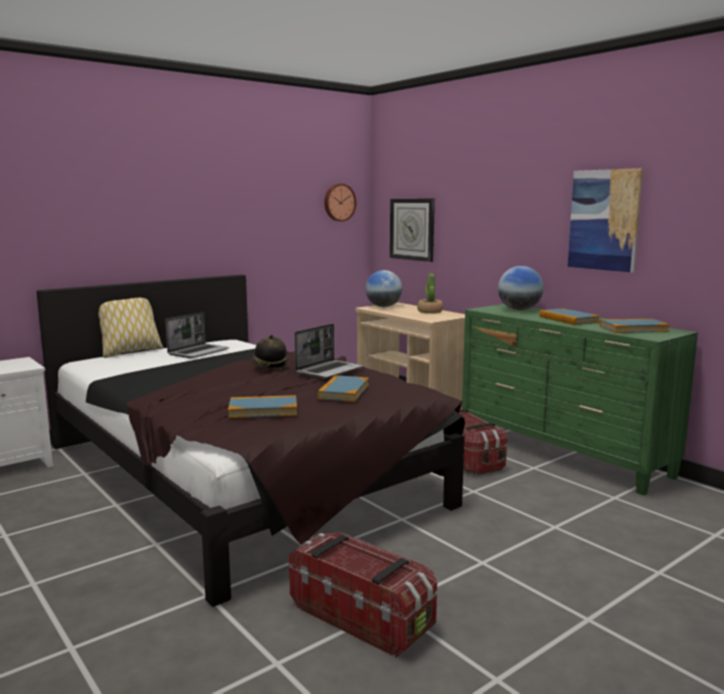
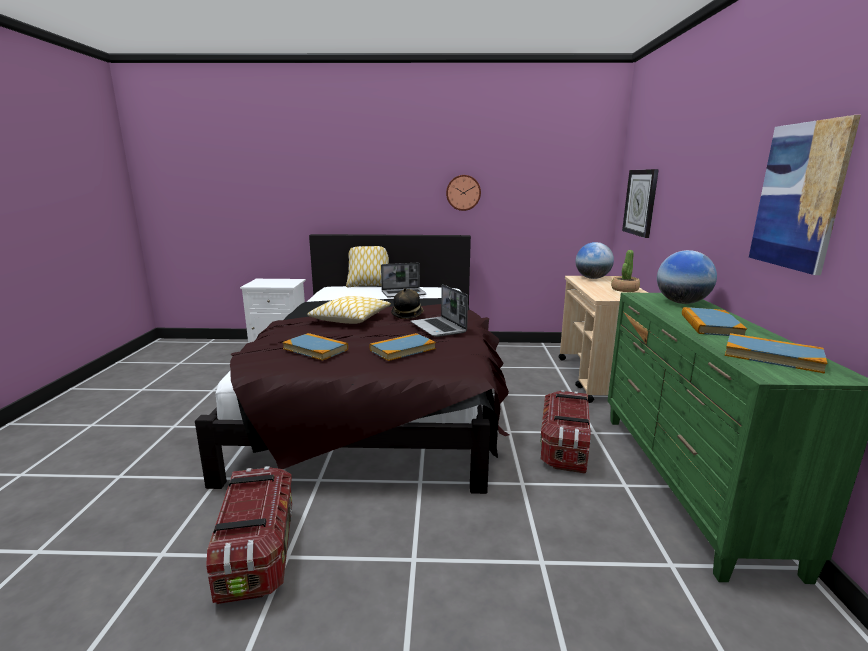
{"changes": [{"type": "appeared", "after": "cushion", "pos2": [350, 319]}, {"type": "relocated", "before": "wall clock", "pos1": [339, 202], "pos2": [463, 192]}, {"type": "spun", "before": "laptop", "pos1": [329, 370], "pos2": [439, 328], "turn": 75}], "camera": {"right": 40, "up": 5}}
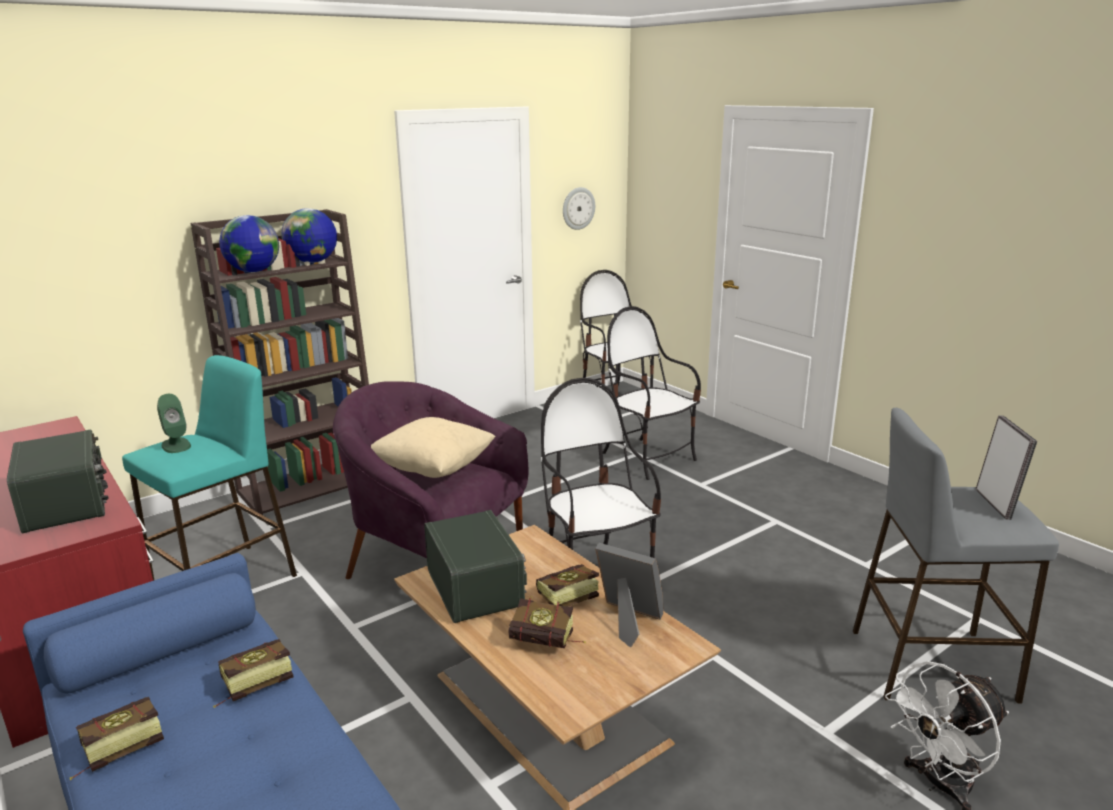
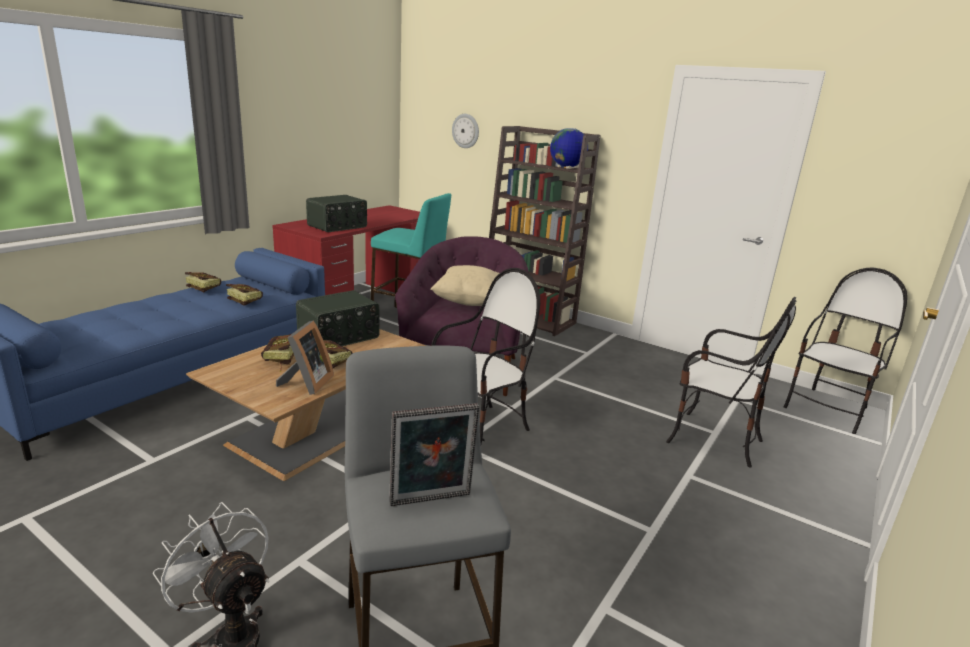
{"changes": [{"type": "missing", "before": "green loudspeaker", "pos1": [176, 445]}, {"type": "missing", "before": "world globe", "pos1": [253, 271]}, {"type": "relocated", "before": "wall clock", "pos1": [578, 208], "pos2": [466, 131]}, {"type": "spun", "before": "upright chair", "pos1": [648, 458], "pos2": [713, 439], "turn": 90}], "camera": {"right": 70, "up": 0}}
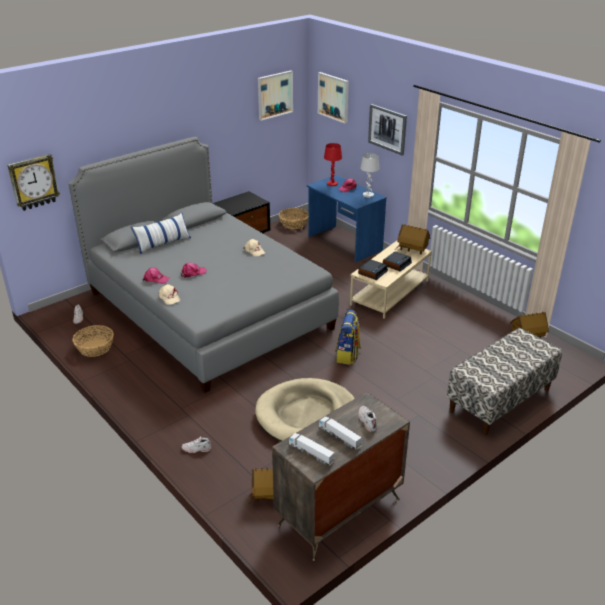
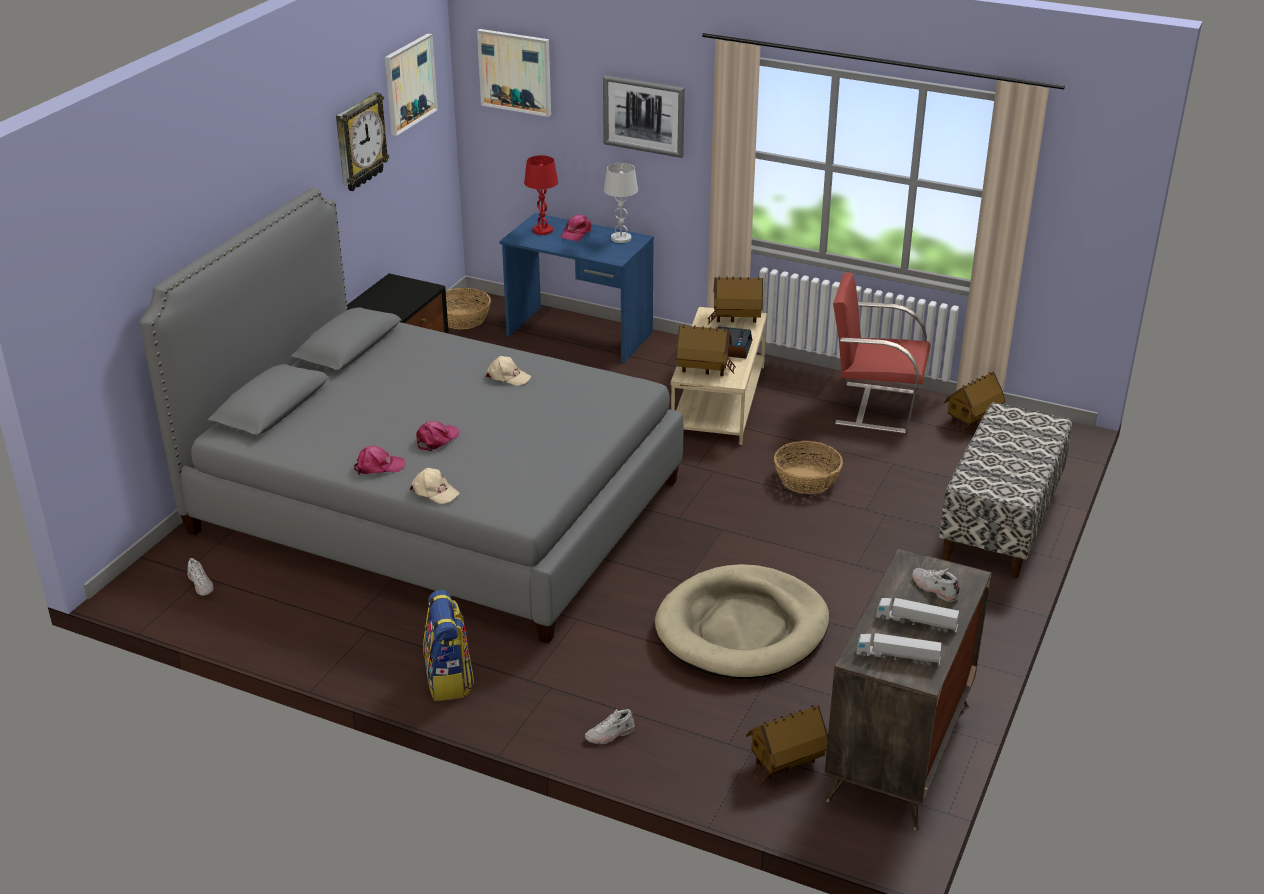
{"changes": [{"type": "missing", "before": "cushion", "pos1": [163, 243]}, {"type": "appeared", "after": "reddish upright chair", "pos2": [874, 407]}, {"type": "relocated", "before": "wall clock", "pos1": [33, 182], "pos2": [359, 142]}, {"type": "relocated", "before": "basket", "pos1": [95, 348], "pos2": [807, 479]}, {"type": "relocated", "before": "knapsack", "pos1": [347, 355], "pos2": [449, 680]}, {"type": "exchanged", "before": "bedside clock", "after": "toy house", "pos1": [372, 272], "pos2": [704, 370]}], "camera": {"right": -25, "up": 0}}
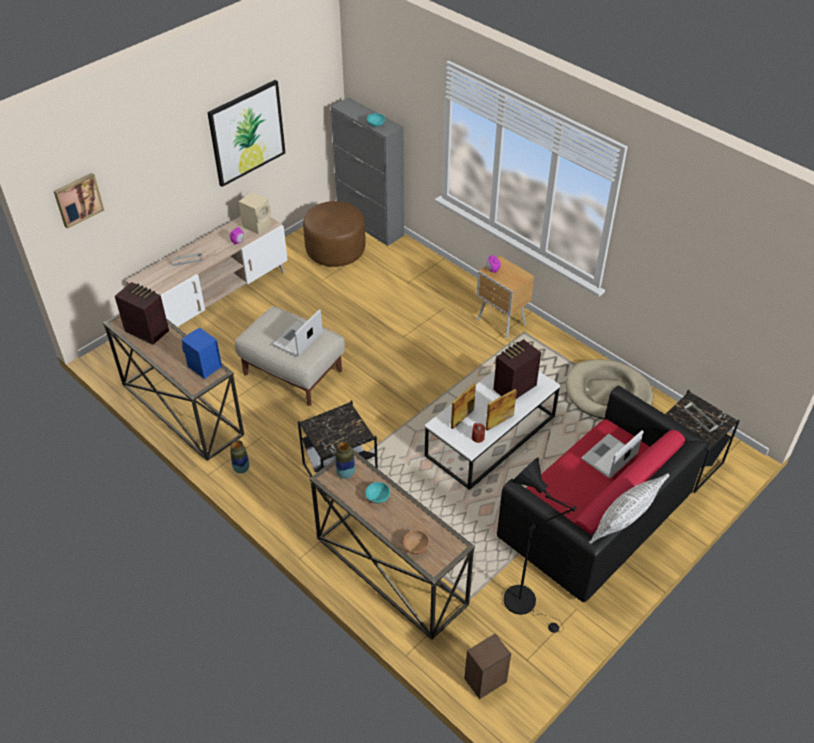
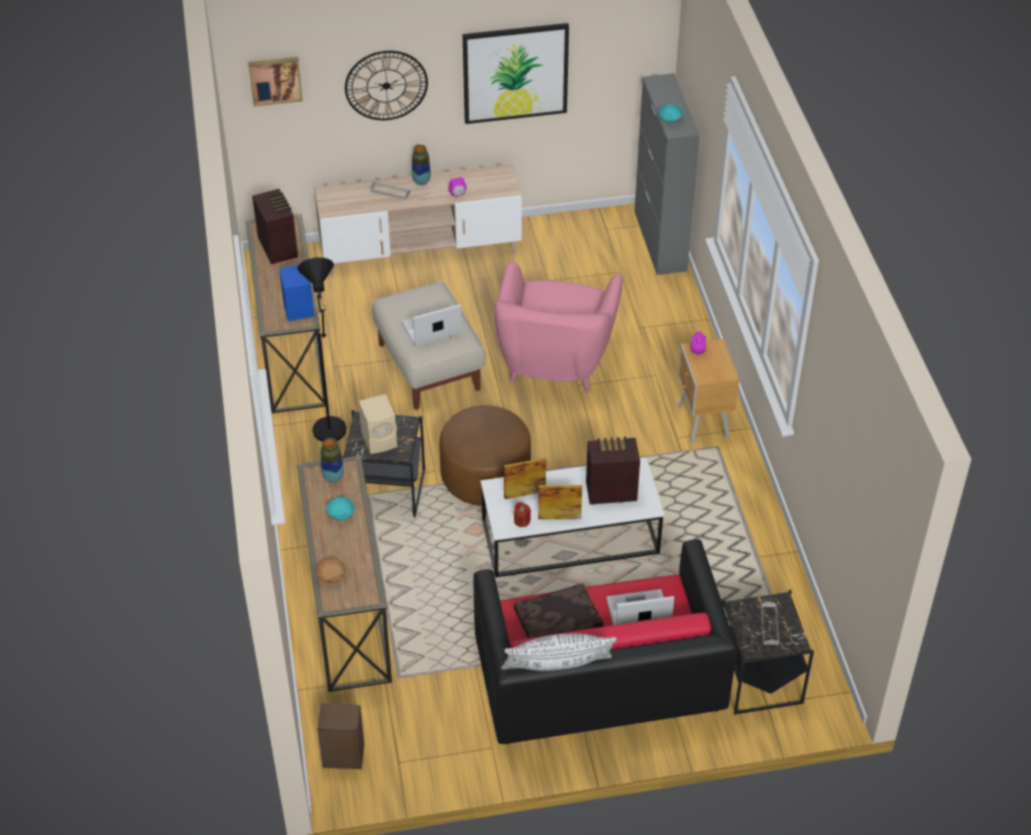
{"changes": [{"type": "missing", "before": "beige-coloured dog bed", "pos1": [607, 393]}, {"type": "appeared", "after": "wall clock", "pos2": [386, 85]}, {"type": "appeared", "after": "pinkish lounge chair", "pos2": [555, 363]}, {"type": "appeared", "after": "brownish cushion", "pos2": [558, 624]}, {"type": "relocated", "before": "flower vase", "pos1": [241, 469], "pos2": [421, 181]}, {"type": "relocated", "before": "beige-coloured loudspeaker", "pos1": [257, 225], "pos2": [380, 440]}, {"type": "relocated", "before": "brownish ottoman", "pos1": [335, 251], "pos2": [485, 477]}, {"type": "relocated", "before": "black-coloured standard lamp", "pos1": [525, 603], "pos2": [331, 435]}], "camera": {"right": 35, "up": 0}}
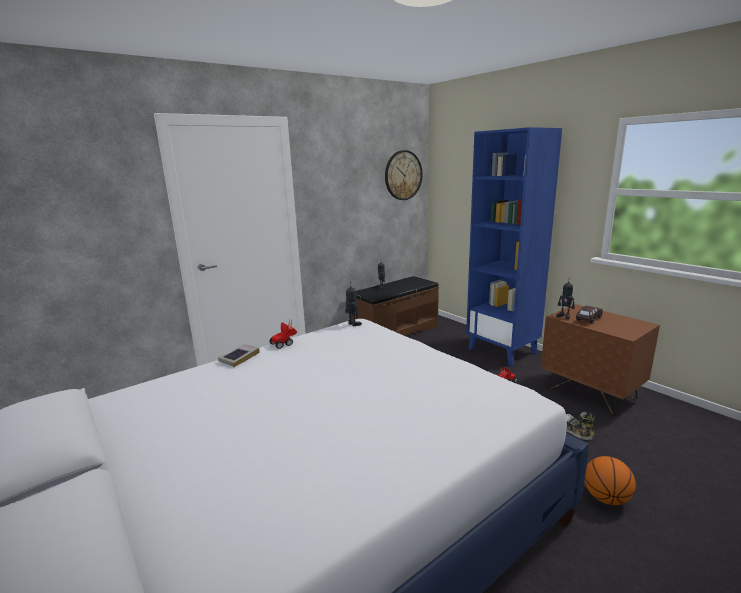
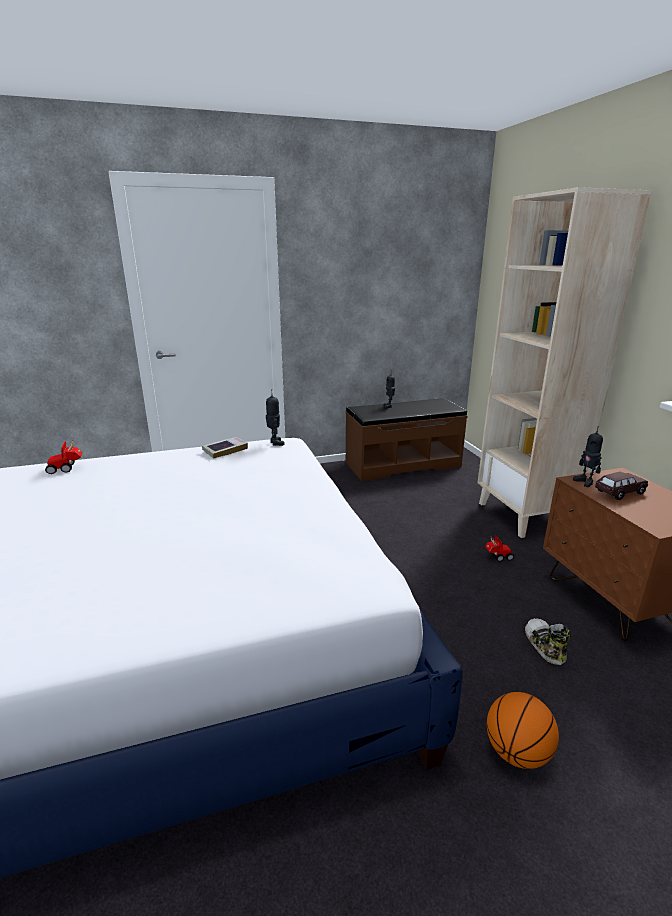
{"changes": [{"type": "missing", "before": "wall clock", "pos1": [403, 175]}, {"type": "relocated", "before": "bound book", "pos1": [239, 357], "pos2": [225, 450]}, {"type": "relocated", "before": "toy car", "pos1": [285, 343], "pos2": [66, 468]}, {"type": "colour", "before": "blue bookshelf", "after": "beige-coloured bookshelf", "pos1": [503, 351], "pos2": [524, 515]}], "camera": {"right": 20, "up": 5}}
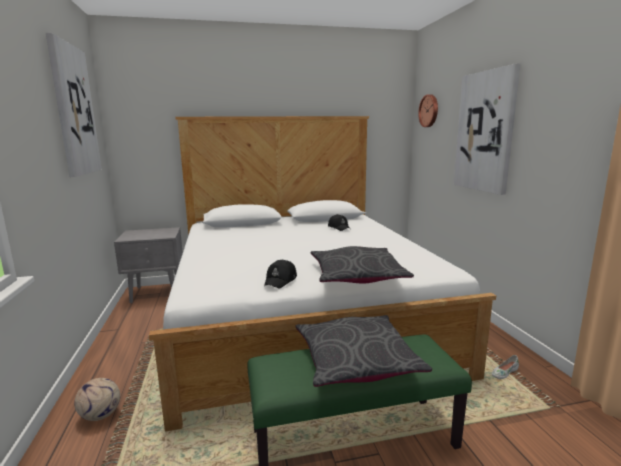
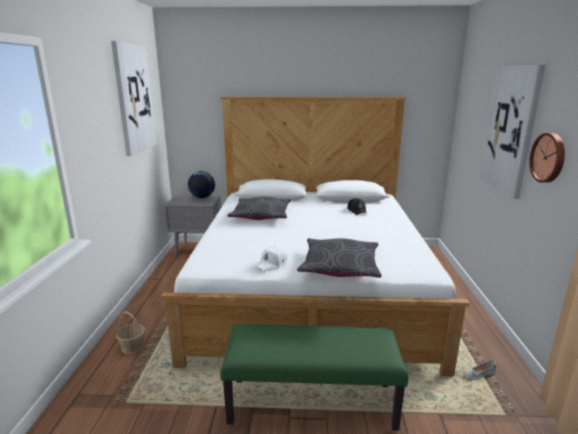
{"changes": [{"type": "appeared", "after": "world globe", "pos2": [202, 197]}, {"type": "relocated", "before": "gray cushion", "pos1": [356, 360], "pos2": [261, 215]}, {"type": "relocated", "before": "wall clock", "pos1": [429, 111], "pos2": [549, 158]}, {"type": "exchanged", "before": "football ball", "after": "basket", "pos1": [100, 415], "pos2": [133, 346]}, {"type": "colour", "before": "black-coloured baseball cap", "after": "whitish baseball cap", "pos1": [281, 280], "pos2": [272, 263]}], "camera": {"right": 15, "up": 5}}
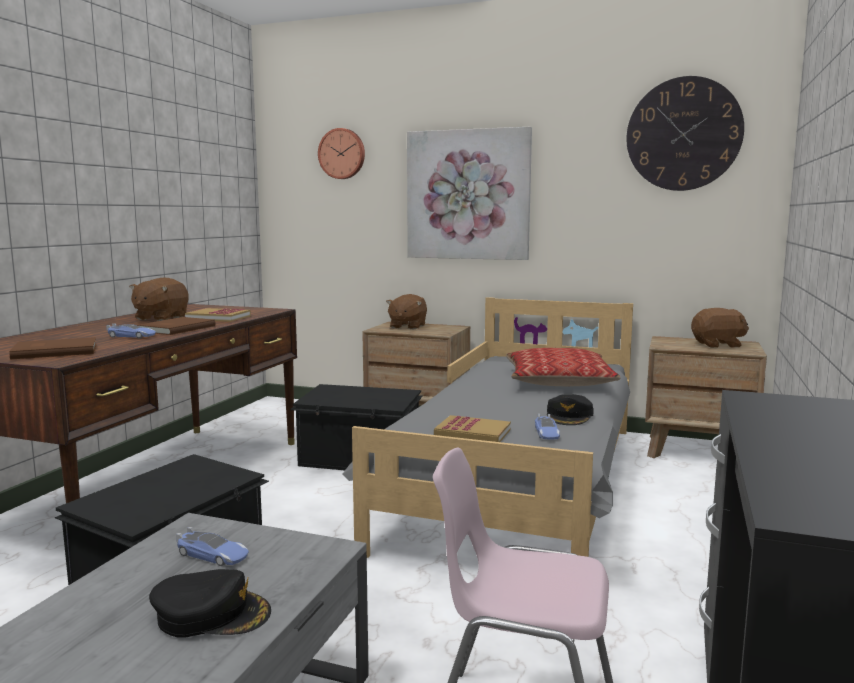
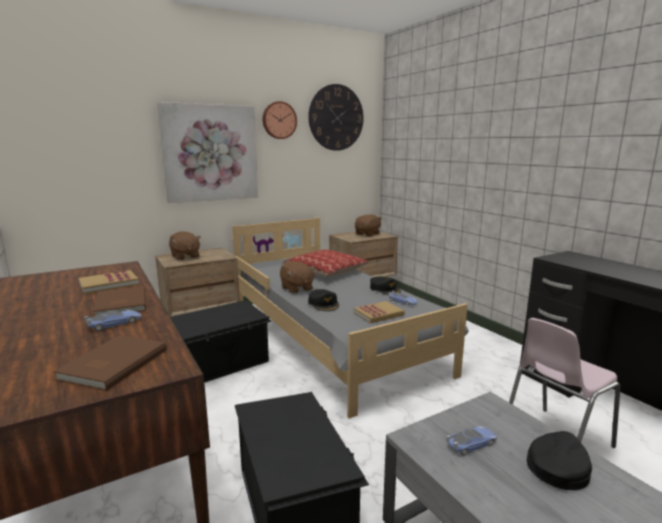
{"changes": [{"type": "appeared", "after": "black-coloured baseball cap", "pos2": [324, 304]}, {"type": "relocated", "before": "brownish soft toy", "pos1": [160, 318], "pos2": [296, 288]}, {"type": "relocated", "before": "wall clock", "pos1": [342, 154], "pos2": [279, 120]}], "camera": {"right": -50, "up": 5}}
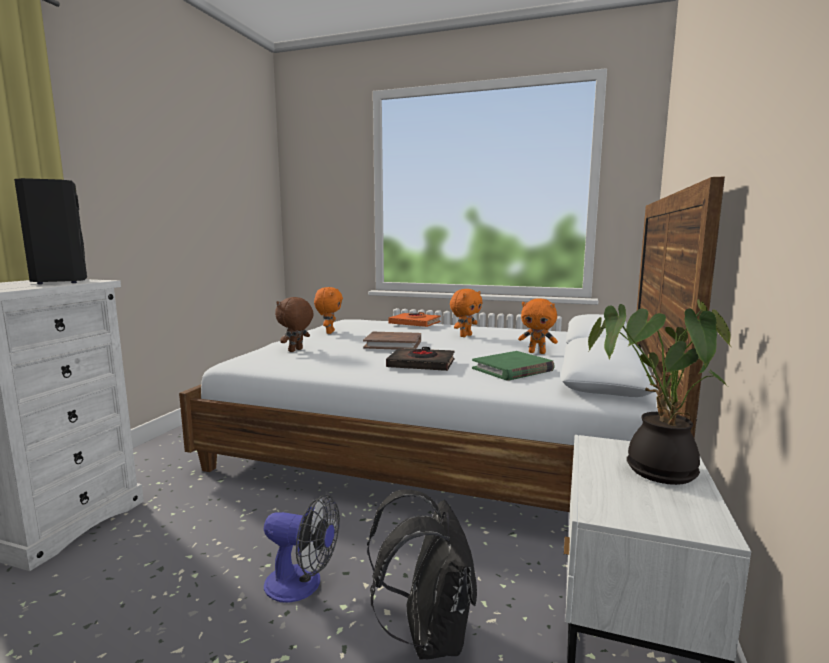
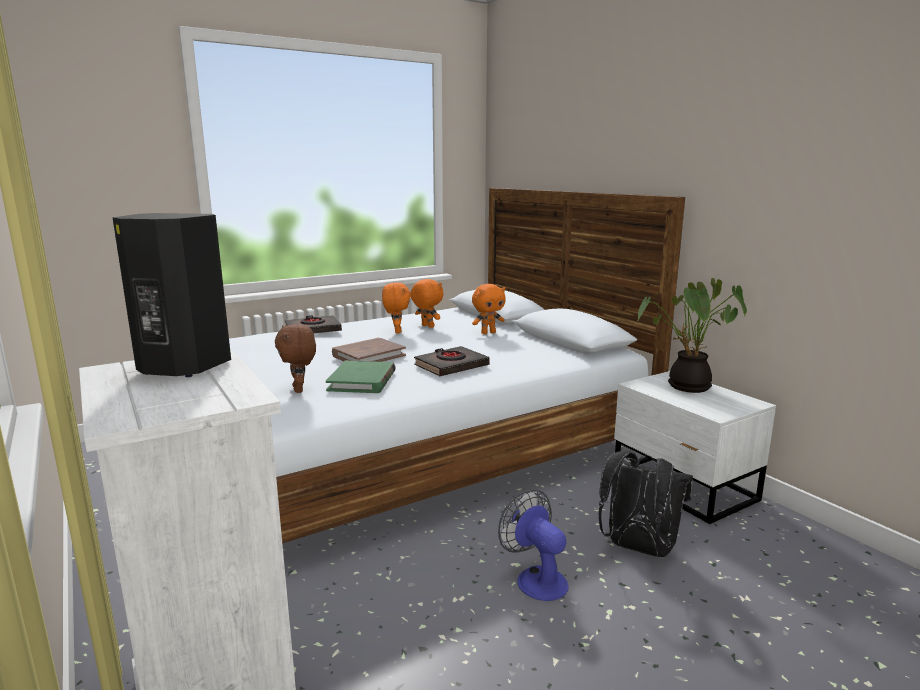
{"changes": [{"type": "relocated", "before": "orangey soft toy", "pos1": [329, 332], "pos2": [427, 326]}, {"type": "relocated", "before": "green bound book", "pos1": [512, 369], "pos2": [362, 381]}, {"type": "colour", "before": "orangey bound book", "after": "black-coloured bound book", "pos1": [415, 323], "pos2": [313, 330]}, {"type": "spun", "before": "electric fan", "pos1": [302, 585], "pos2": [535, 578], "turn": -90}], "camera": {"right": -50, "up": 5}}
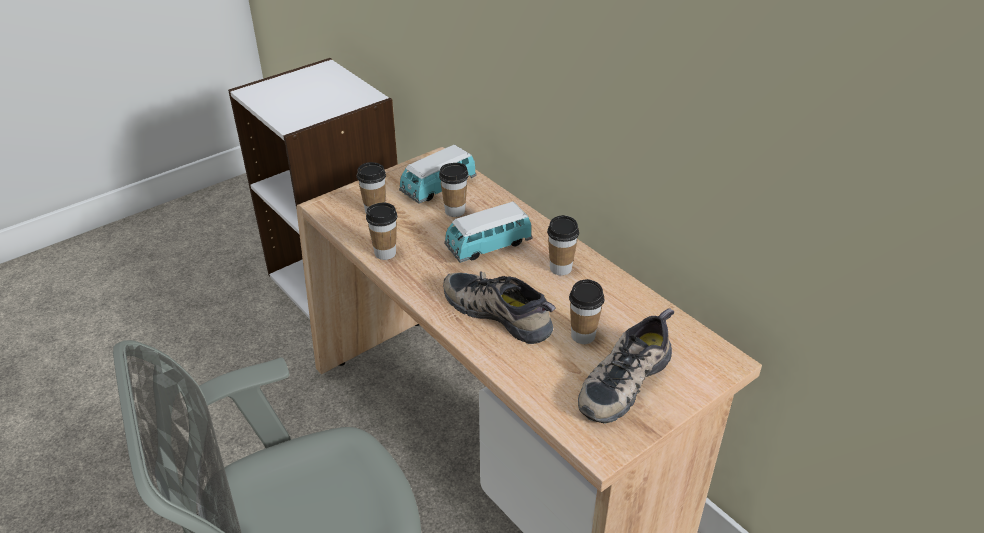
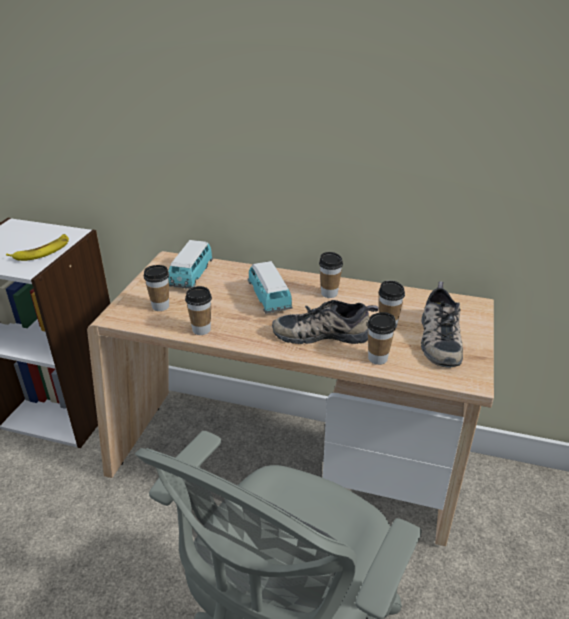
{"changes": [{"type": "appeared", "after": "whole banana", "pos2": [43, 251]}, {"type": "relocated", "before": "drinking cup", "pos1": [455, 211], "pos2": [377, 358]}, {"type": "spun", "before": "toy car", "pos1": [488, 247], "pos2": [269, 298], "turn": 135}], "camera": {"right": -35, "up": -5}}
